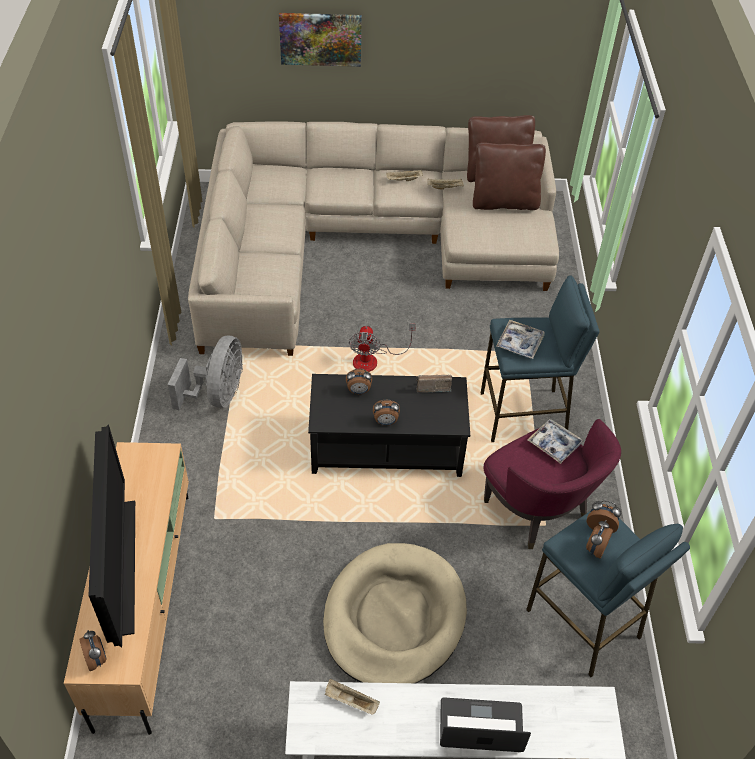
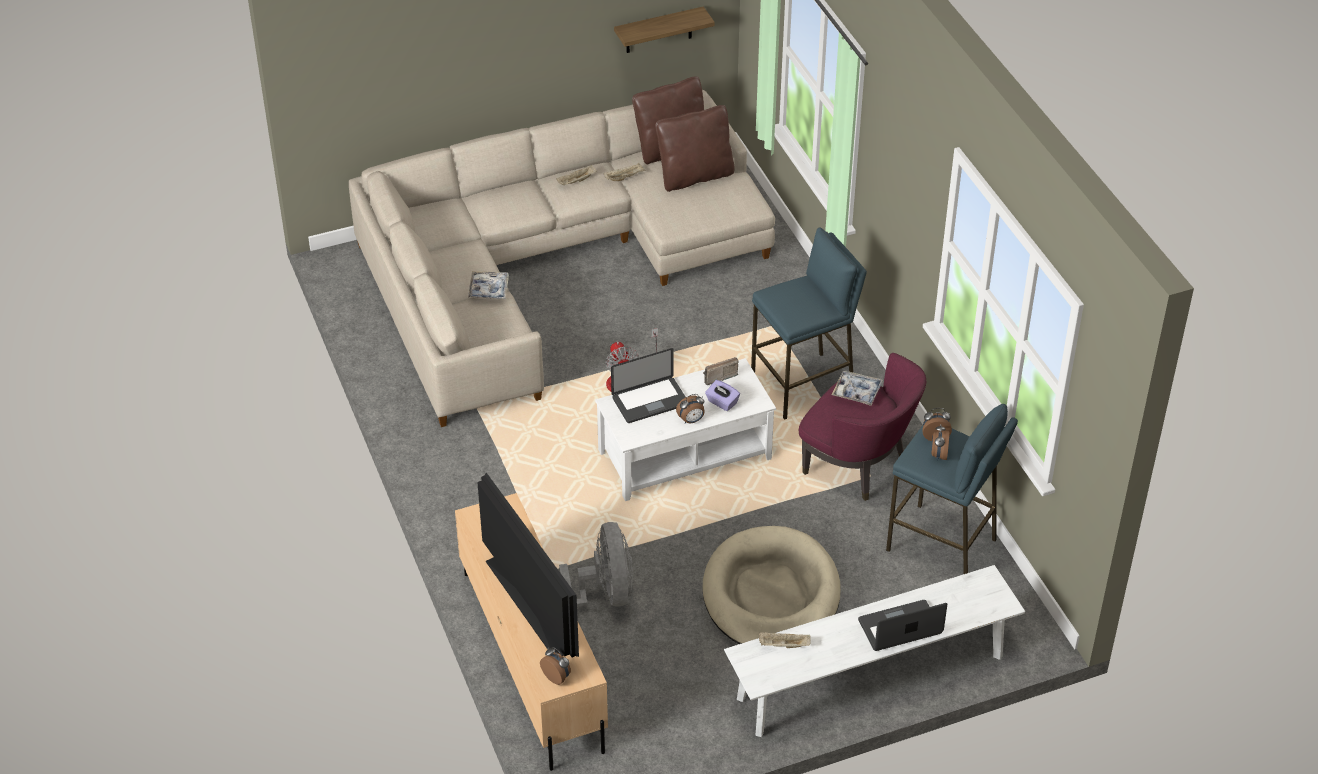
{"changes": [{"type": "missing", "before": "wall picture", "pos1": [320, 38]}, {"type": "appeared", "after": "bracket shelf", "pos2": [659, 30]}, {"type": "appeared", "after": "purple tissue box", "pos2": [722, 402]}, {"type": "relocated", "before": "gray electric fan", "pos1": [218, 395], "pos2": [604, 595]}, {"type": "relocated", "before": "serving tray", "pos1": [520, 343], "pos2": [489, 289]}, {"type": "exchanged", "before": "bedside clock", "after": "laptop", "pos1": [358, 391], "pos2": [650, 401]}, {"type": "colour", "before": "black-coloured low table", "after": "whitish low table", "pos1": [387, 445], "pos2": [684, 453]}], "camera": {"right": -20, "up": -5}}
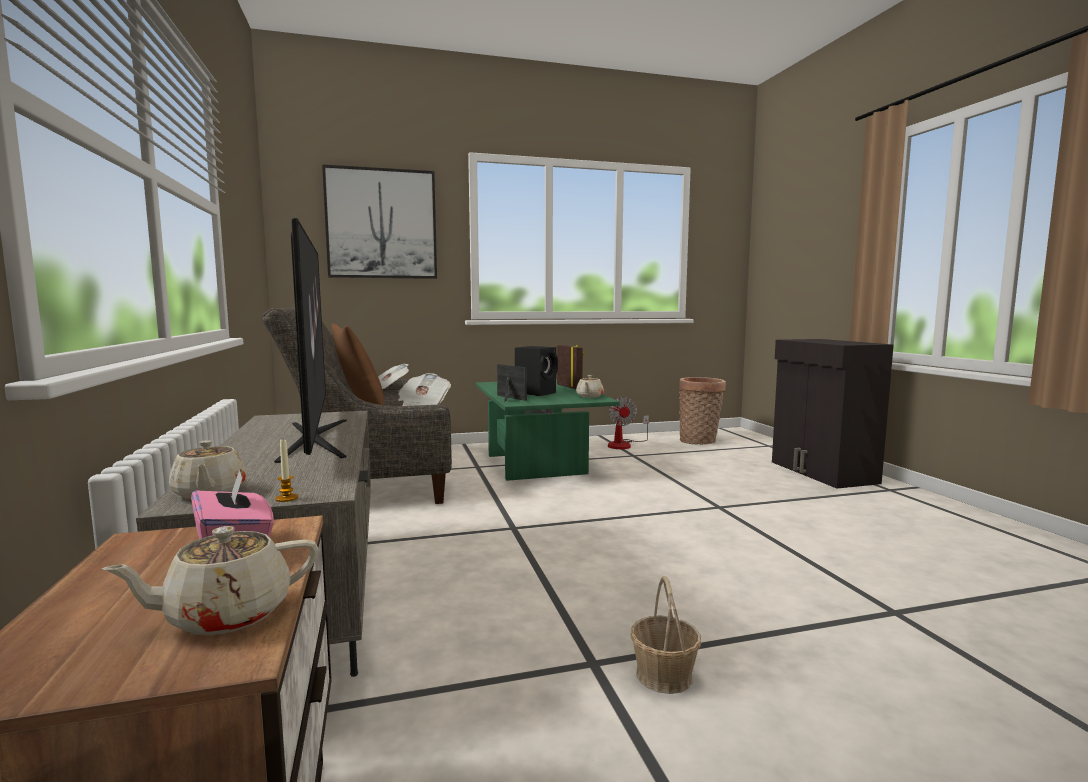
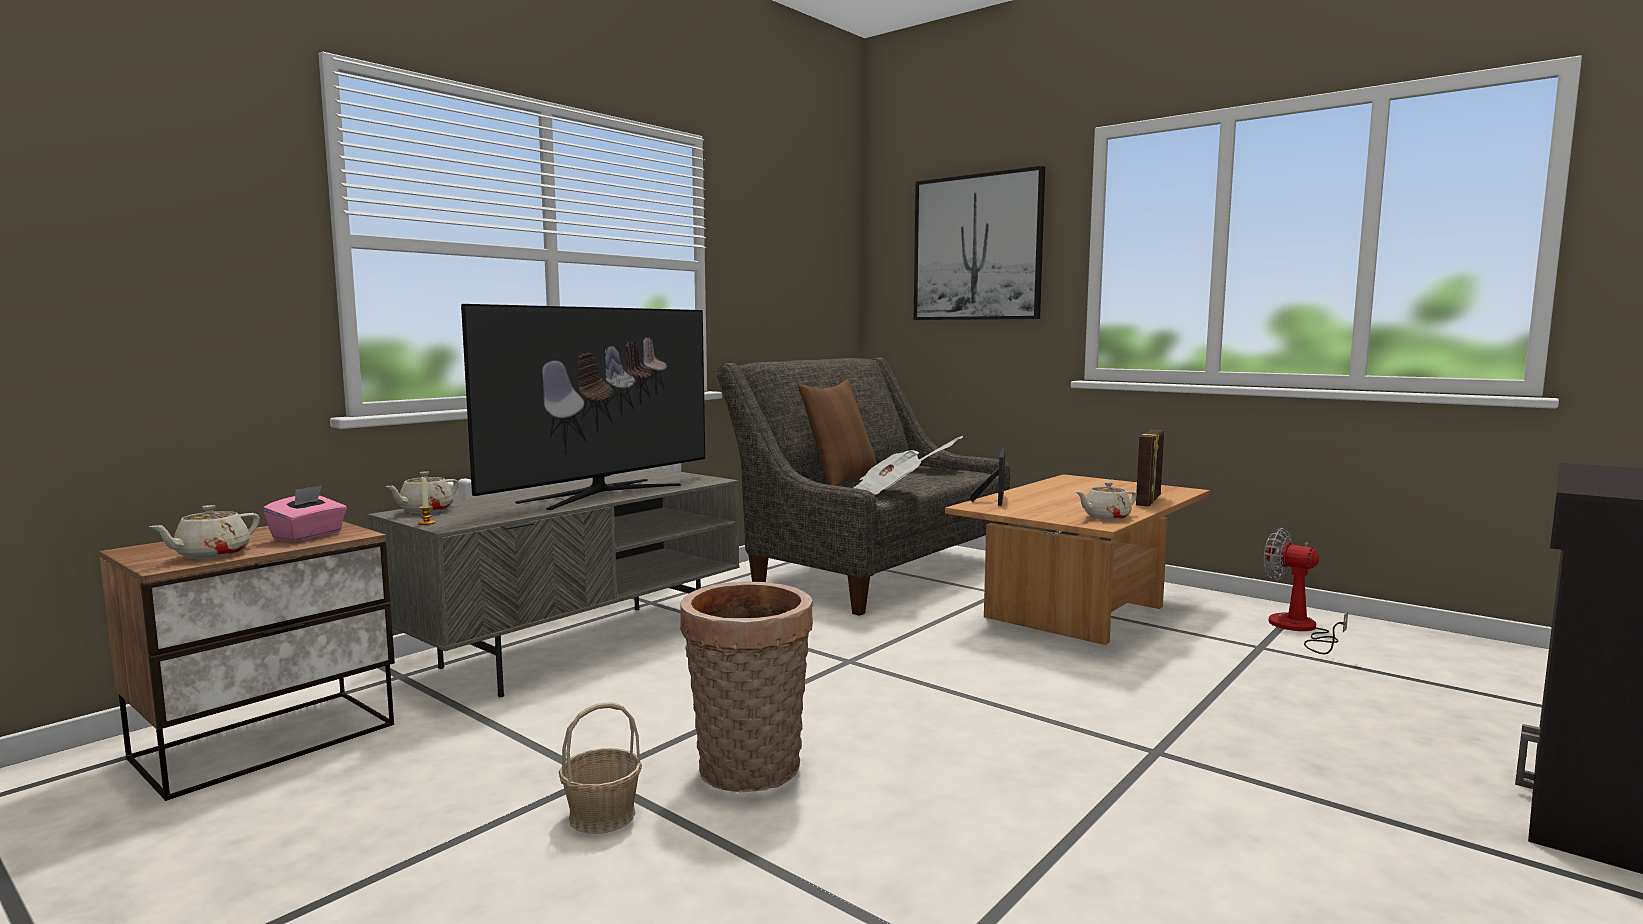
{"changes": [{"type": "missing", "before": "black-coloured loudspeaker", "pos1": [536, 393]}, {"type": "relocated", "before": "basket", "pos1": [700, 441], "pos2": [748, 773]}, {"type": "colour", "before": "green low table", "after": "brownish low table", "pos1": [539, 464], "pos2": [1079, 613]}, {"type": "spun", "before": "beige-coloured tea pot", "pos1": [226, 615], "pos2": [211, 555], "turn": -90}, {"type": "spun", "before": "electric fan", "pos1": [624, 444], "pos2": [1299, 629], "turn": 90}], "camera": {"right": 55, "up": 0}}
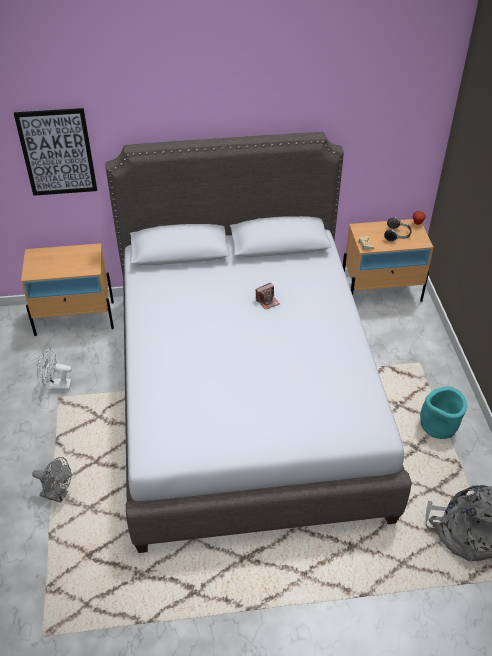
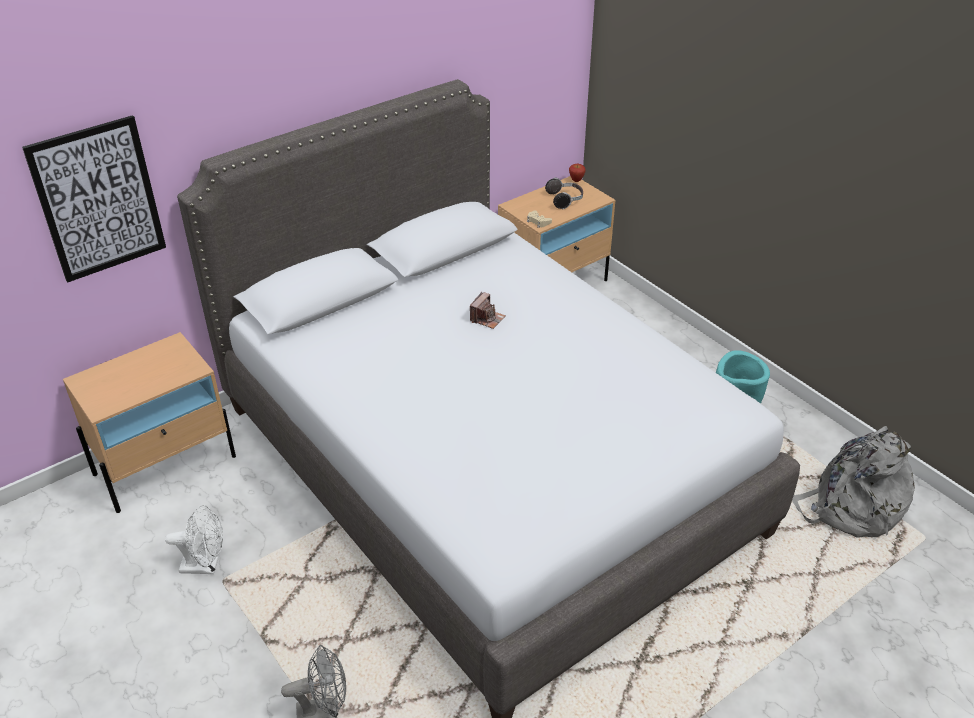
{"changes": [{"type": "spun", "before": "whitish electric fan", "pos1": [56, 385], "pos2": [205, 566], "turn": -150}], "camera": {"right": -30, "up": -5}}
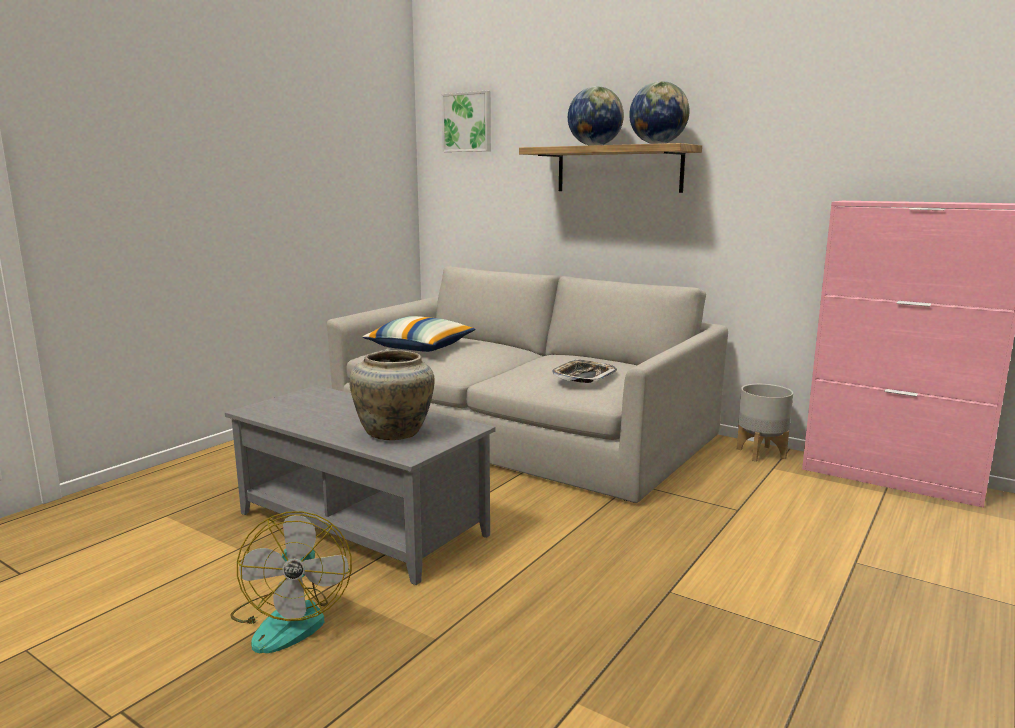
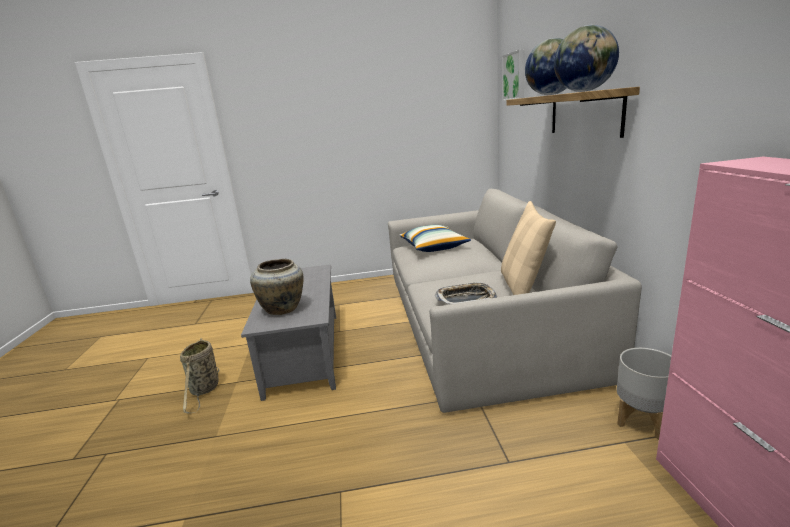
{"changes": [{"type": "appeared", "after": "beige-coloured cushion", "pos2": [523, 287]}, {"type": "exchanged", "before": "electric fan", "after": "basket", "pos1": [291, 619], "pos2": [205, 390]}], "camera": {"right": 50, "up": 5}}
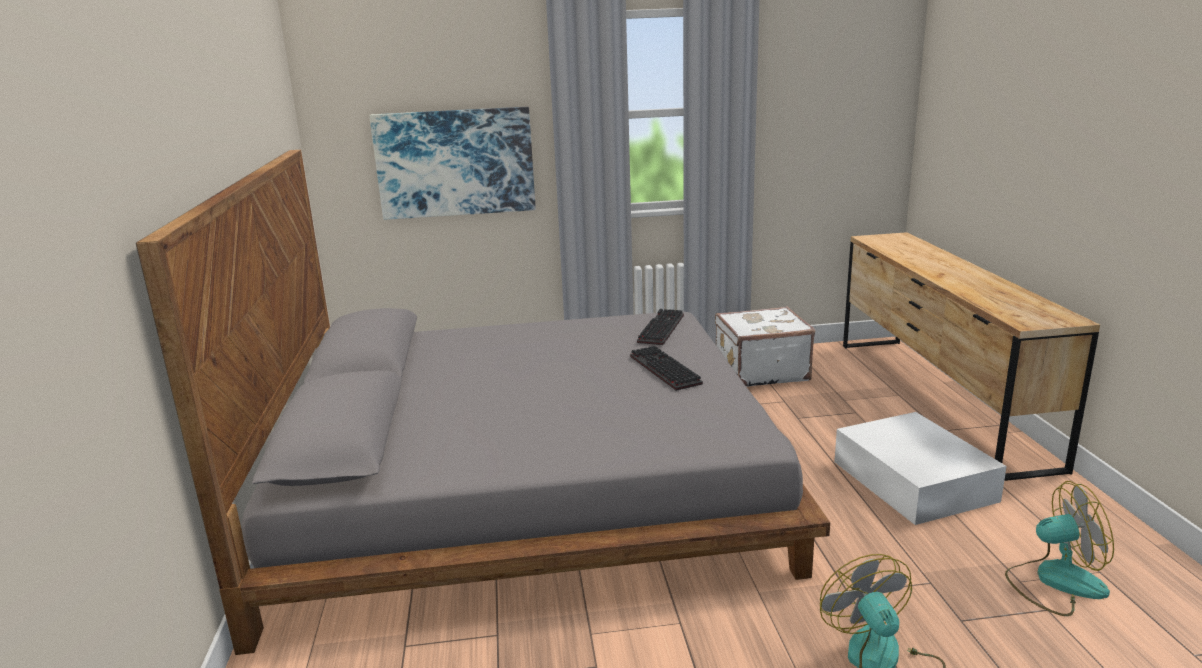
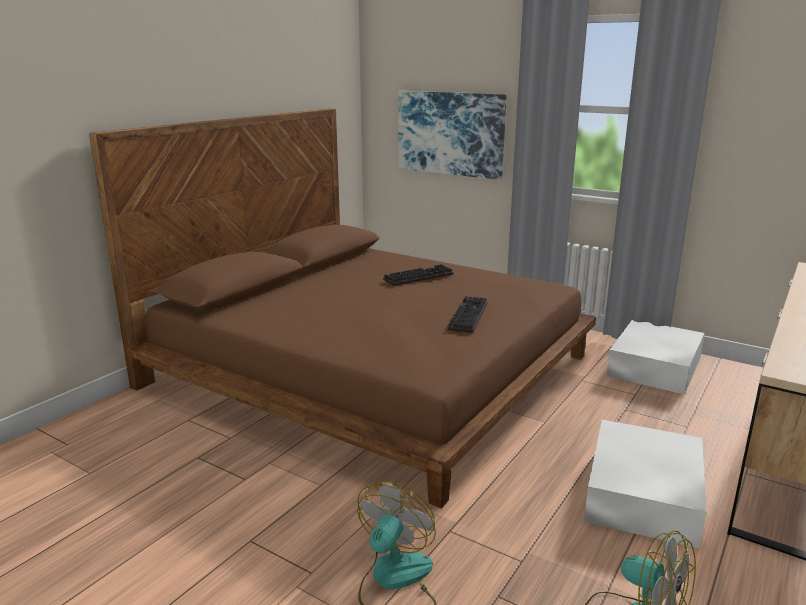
{"changes": [{"type": "relocated", "before": "keyboard", "pos1": [660, 328], "pos2": [418, 276]}, {"type": "exchanged", "before": "whitish suitcase", "after": "whitish storage container", "pos1": [760, 371], "pos2": [653, 367]}, {"type": "colour", "before": "gray bed", "after": "brownish bed", "pos1": [528, 481], "pos2": [372, 370]}], "camera": {"right": 40, "up": 0}}
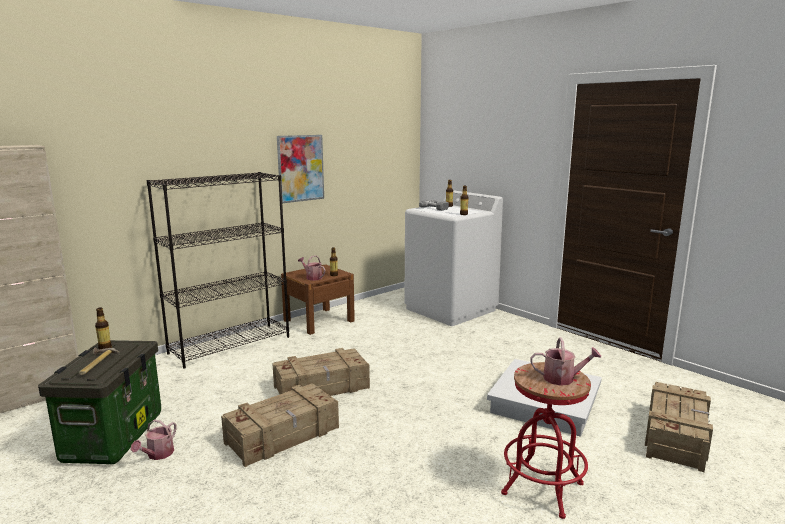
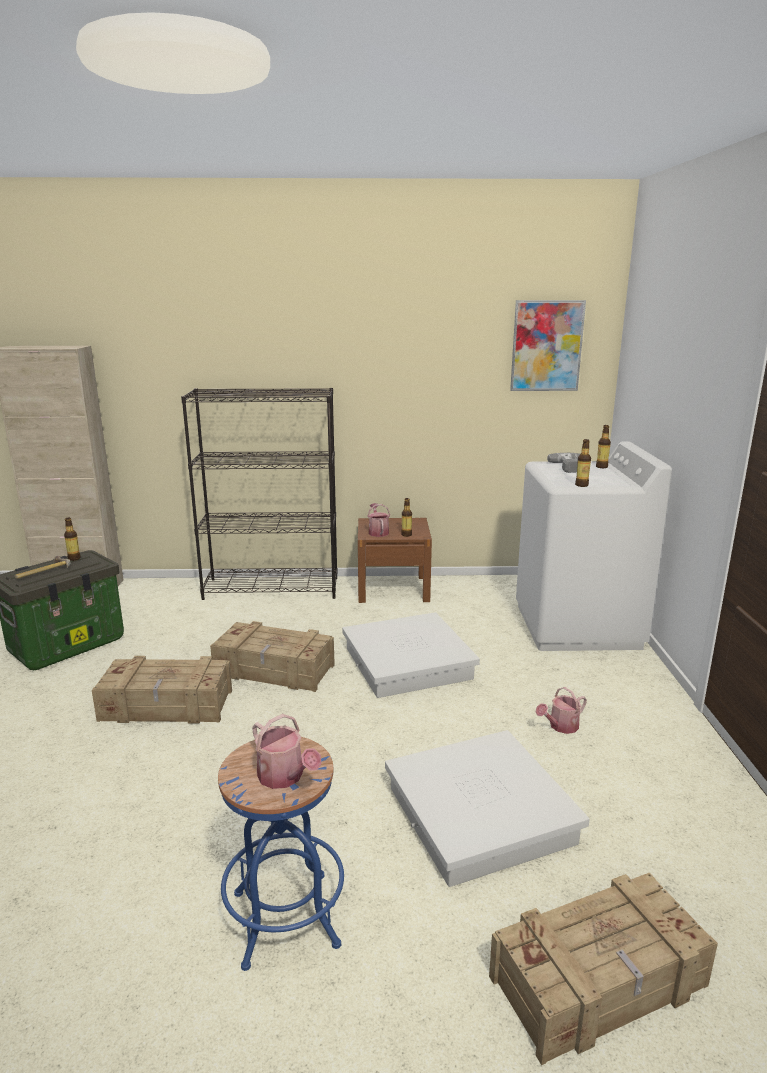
{"changes": [{"type": "appeared", "after": "whitish storage container", "pos2": [407, 662]}, {"type": "relocated", "before": "sprinkling can", "pos1": [158, 455], "pos2": [560, 726]}, {"type": "relocated", "before": "wall picture", "pos1": [300, 168], "pos2": [546, 346]}, {"type": "colour", "before": "reddish stool seat", "after": "blue stool seat", "pos1": [542, 488], "pos2": [285, 918]}], "camera": {"right": 40, "up": 5}}
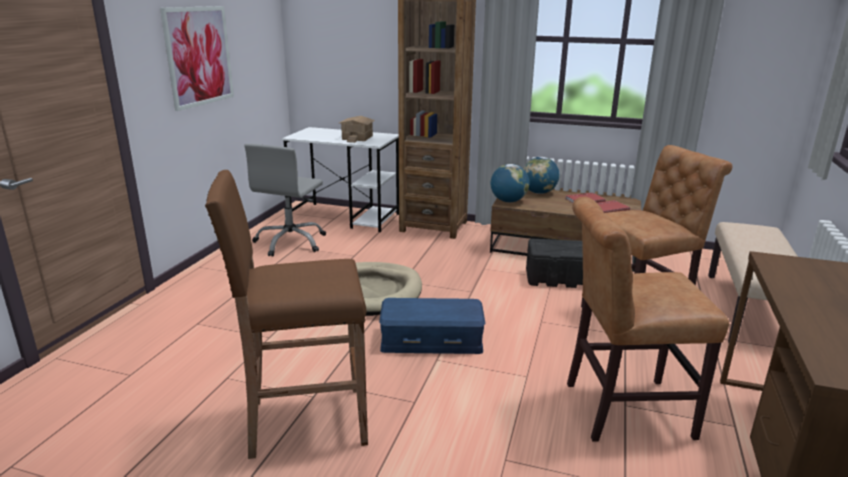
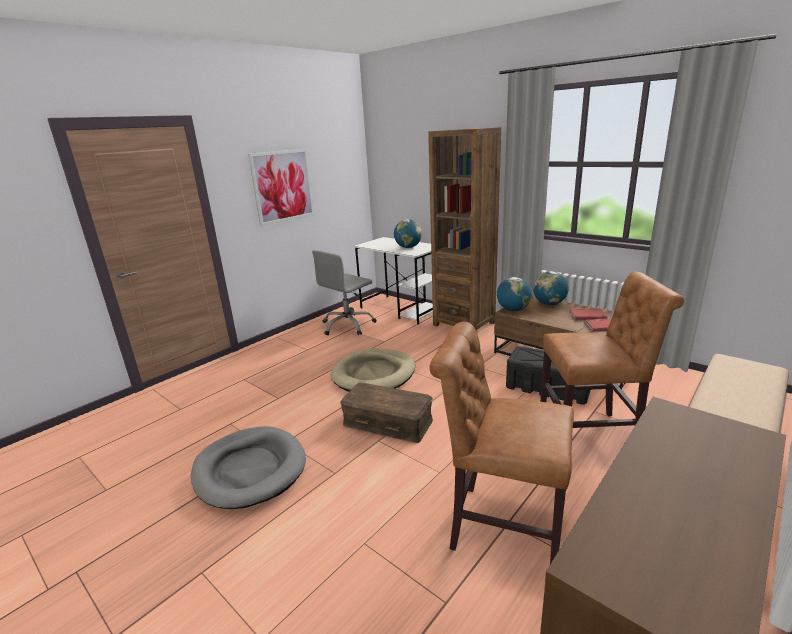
{"changes": [{"type": "exchanged", "before": "brownish stool seat", "after": "gray dog bed", "pos1": [304, 422], "pos2": [250, 469]}, {"type": "exchanged", "before": "toy house", "after": "world globe", "pos1": [358, 137], "pos2": [408, 247]}, {"type": "colour", "before": "blue storage container", "after": "brownish storage container", "pos1": [431, 339], "pos2": [388, 422]}], "camera": {"right": 25, "up": 0}}
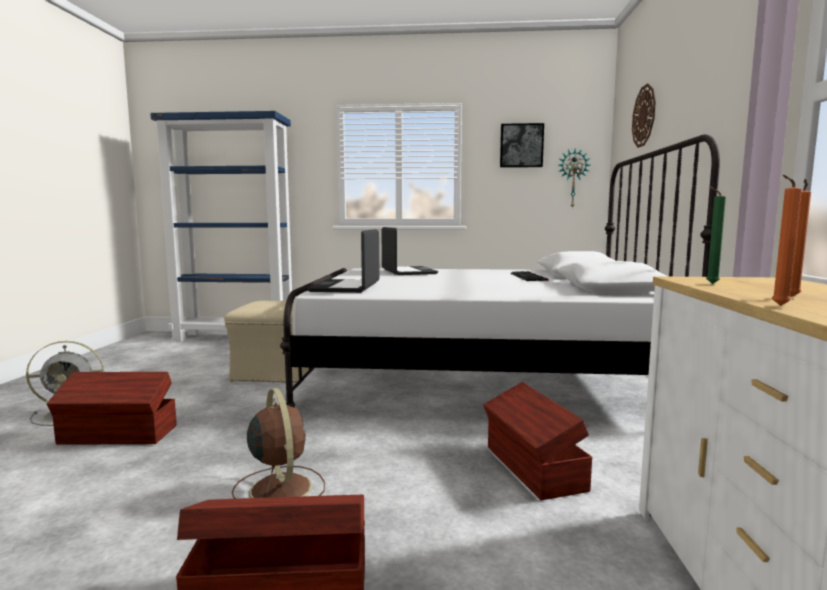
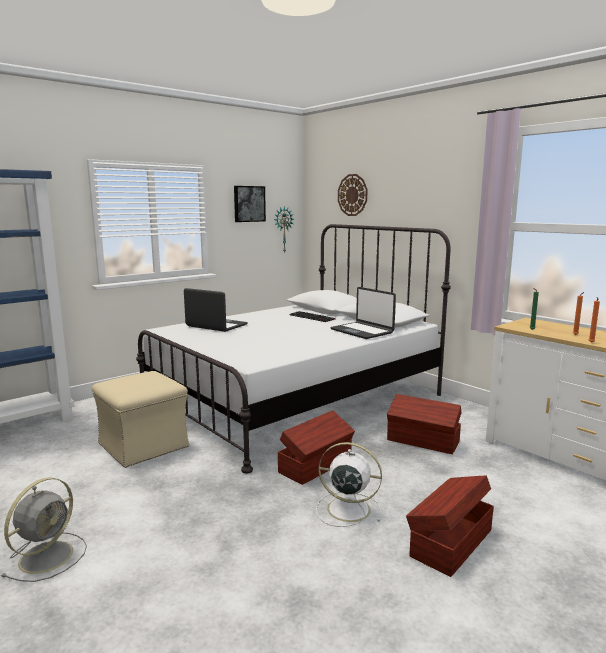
{"changes": [{"type": "relocated", "before": "brownish storage container", "pos1": [118, 435], "pos2": [316, 465]}, {"type": "relocated", "before": "laptop", "pos1": [346, 287], "pos2": [362, 331]}, {"type": "colour", "before": "brownish electric fan", "after": "whitish electric fan", "pos1": [280, 488], "pos2": [346, 509]}], "camera": {"right": -45, "up": 5}}
